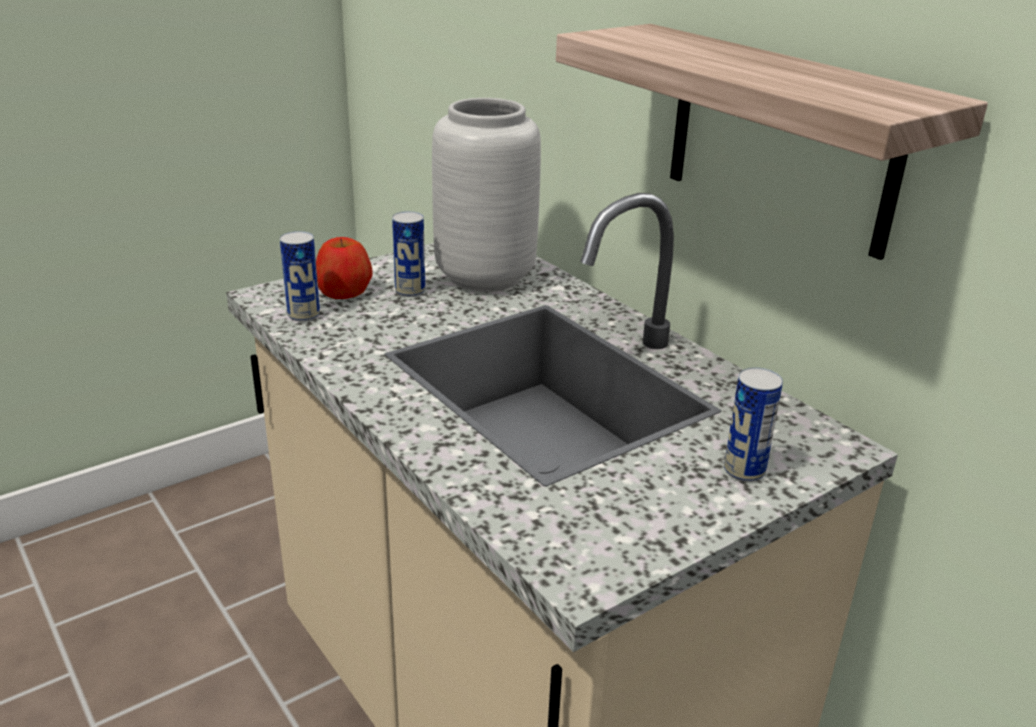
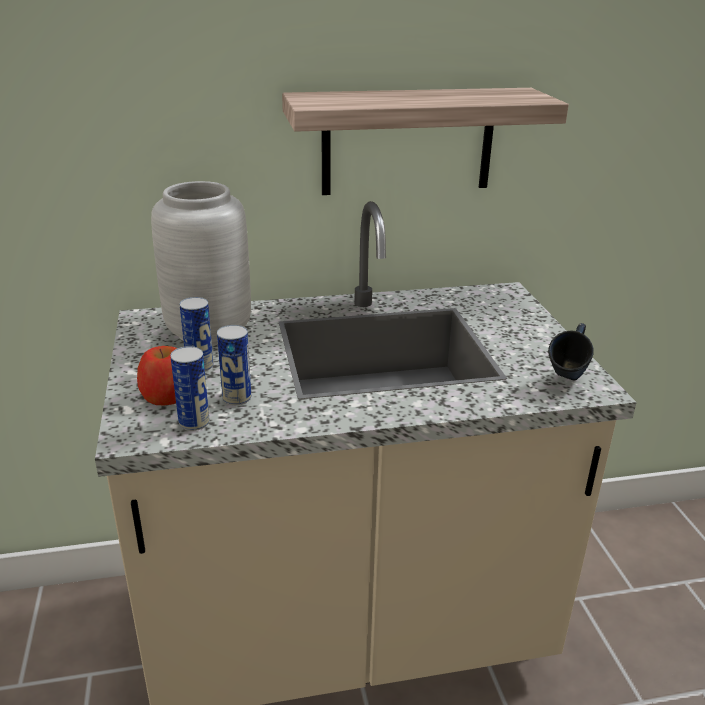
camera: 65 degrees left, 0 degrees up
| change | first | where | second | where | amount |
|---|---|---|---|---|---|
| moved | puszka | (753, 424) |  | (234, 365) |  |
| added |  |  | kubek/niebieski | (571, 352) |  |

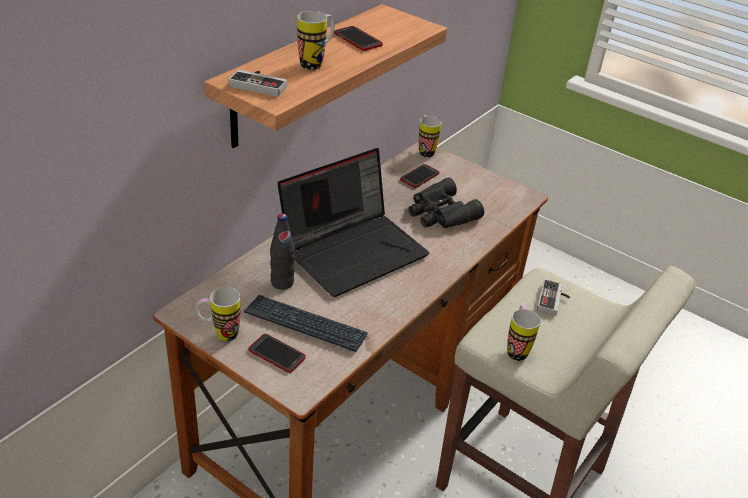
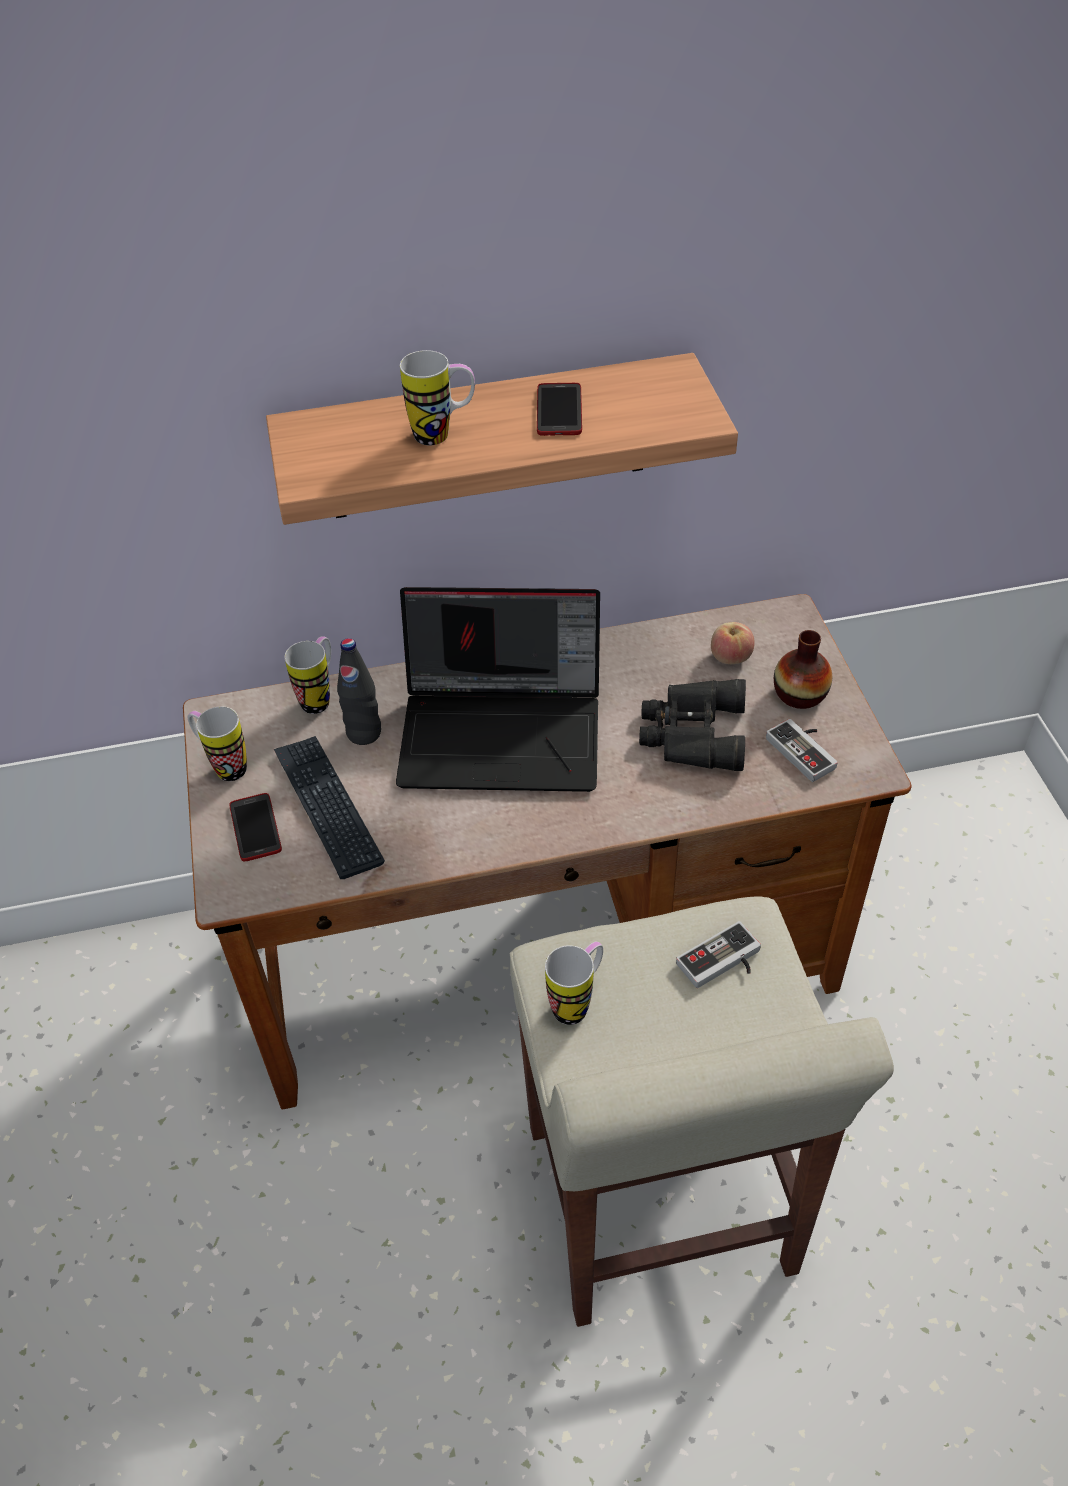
camera: 45 degrees right, 10 degrees up
| change | first | where | second | where | amount |
|---|---|---|---|---|---|
| moved | kubek | (430, 136) |  | (307, 675) |  |
| replaced | telefon | (420, 176) | jabłko | (733, 643) |  |
| moved | pad do gier | (258, 83) |  | (802, 750) |  |
| added |  |  | wazon | (803, 669) |  |

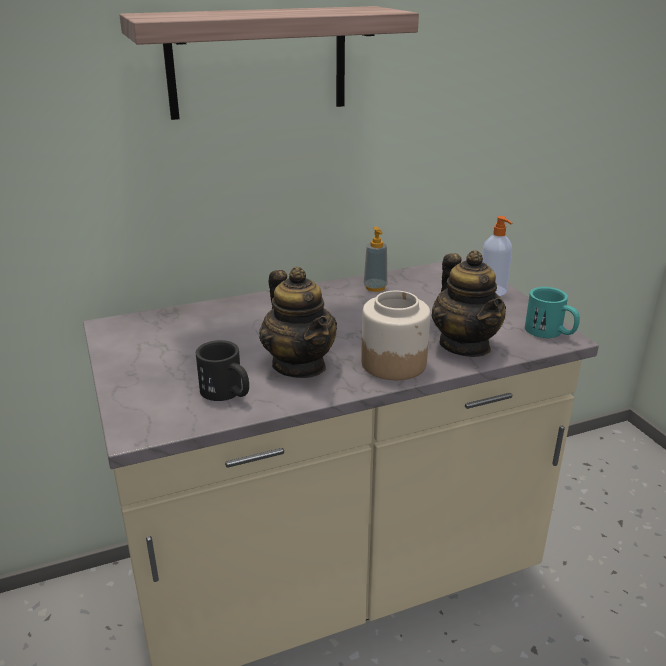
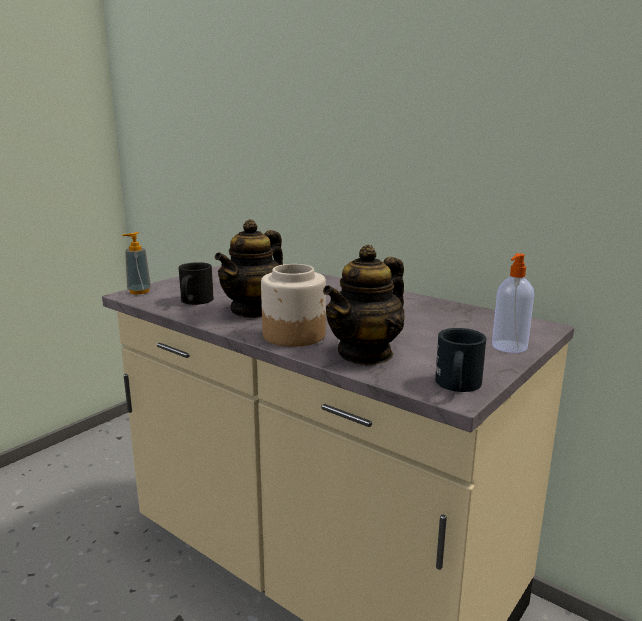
camera: 60 degrees right, 10 degrees down
| change | first | where | second | where | amount |
|---|---|---|---|---|---|
| moved | dozownik mydła | (376, 259) |  | (136, 263) |  |
| recoloured | kubek/turkusowy | (552, 312) | kubek/czarny | (461, 360) |  |
| removed | półka | (269, 63) |  |  |  |

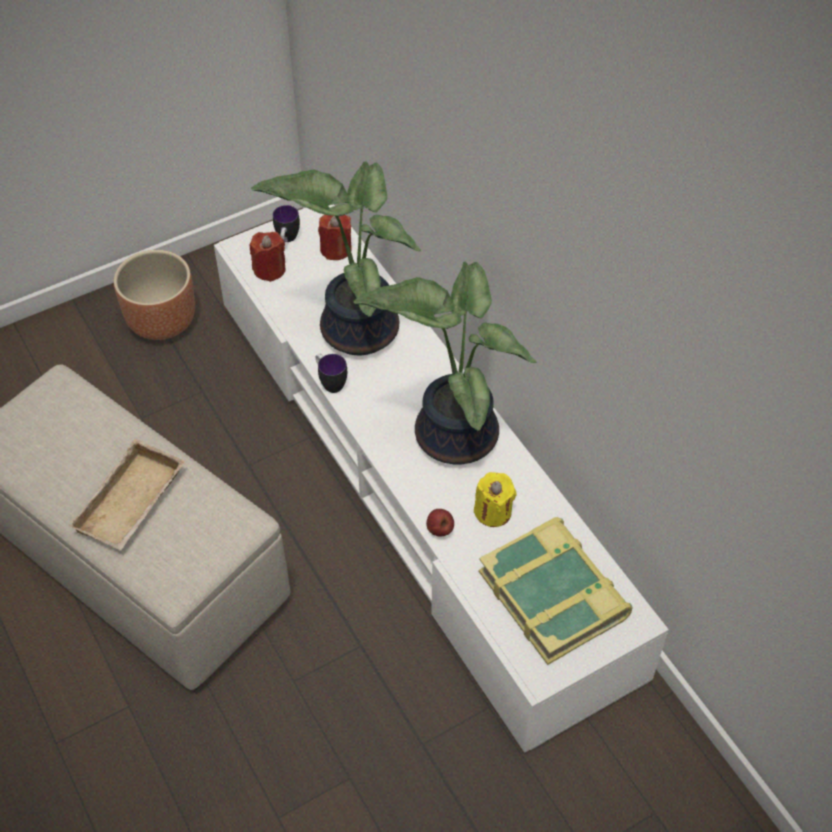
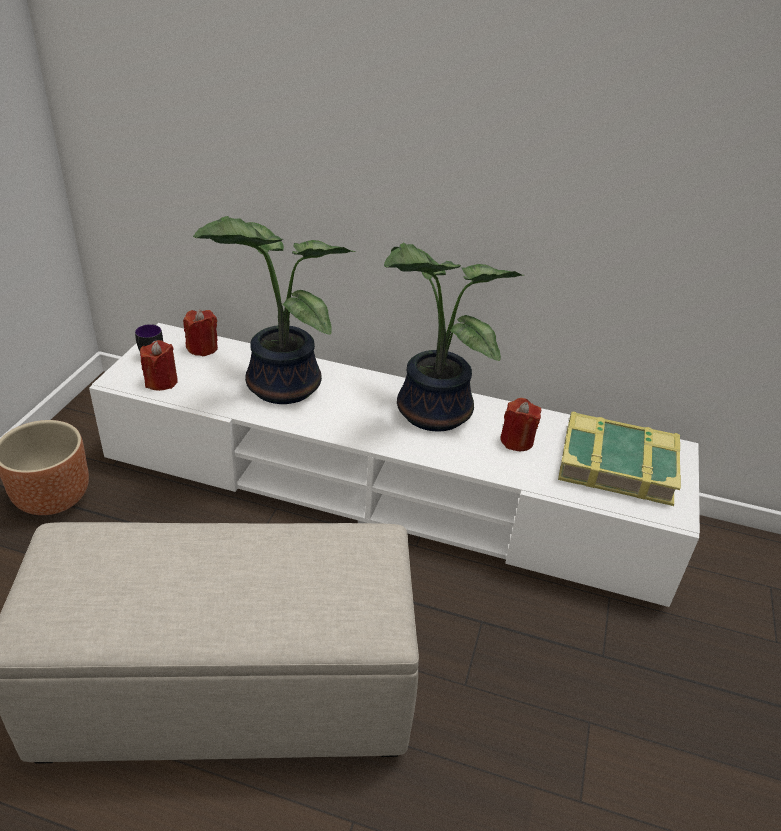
camera: 45 degrees left, 15 degrees down
| change | first | where | second | where | amount |
|---|---|---|---|---|---|
| recoloured | świeca/żółty | (495, 499) | świeca/czerwony | (520, 424) |  |
| removed | taca/beżowy | (127, 494) |  |  |  |
| removed | kubek | (331, 373) |  |  |  |
| removed | jabłko | (440, 522) |  |  |  |

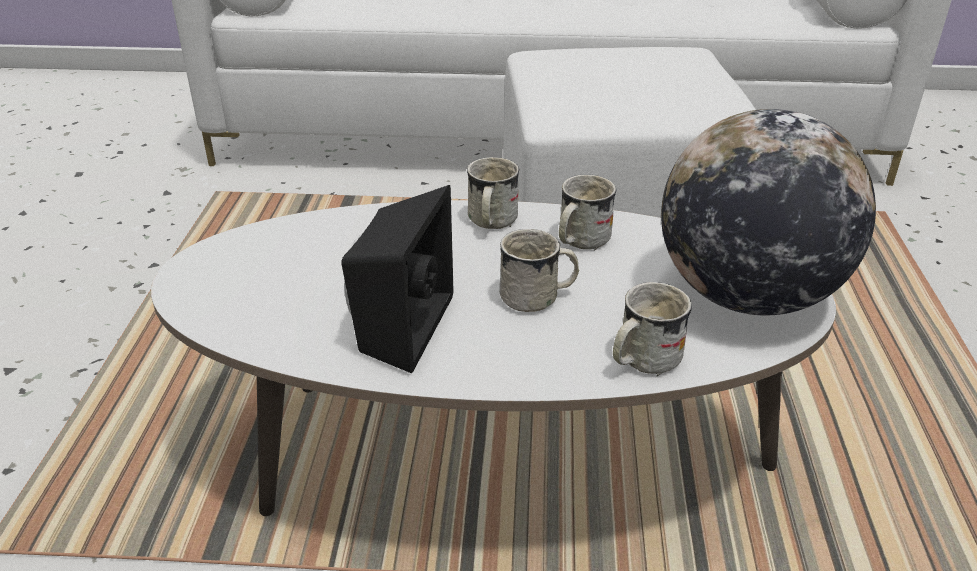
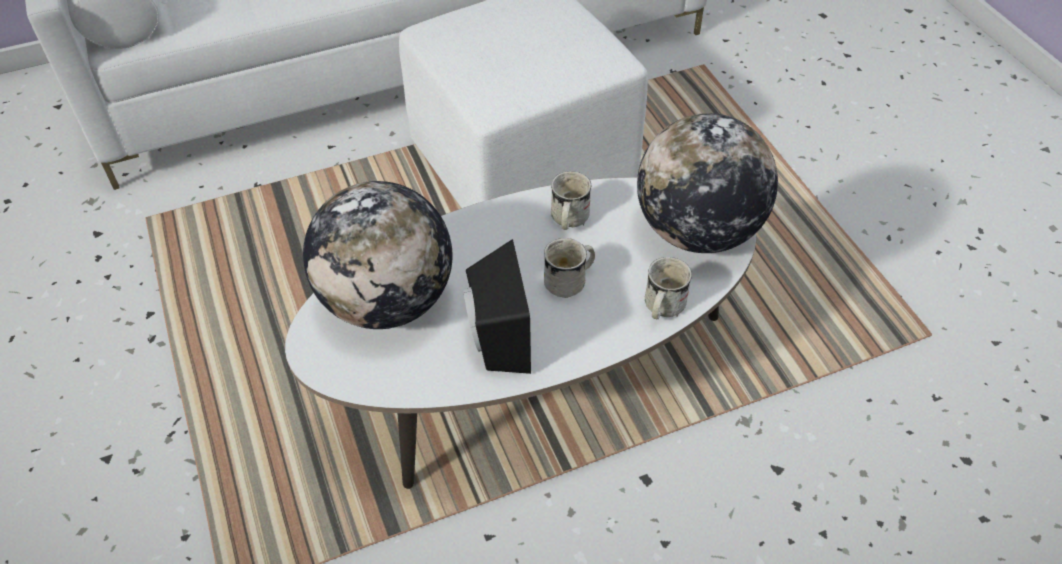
camera: 25 degrees left, 15 degrees up
| change | first | where | second | where | amount |
|---|---|---|---|---|---|
| added |  |  | globus | (378, 255) |  |
| removed | kubek/biały | (493, 193) |  |  |  |

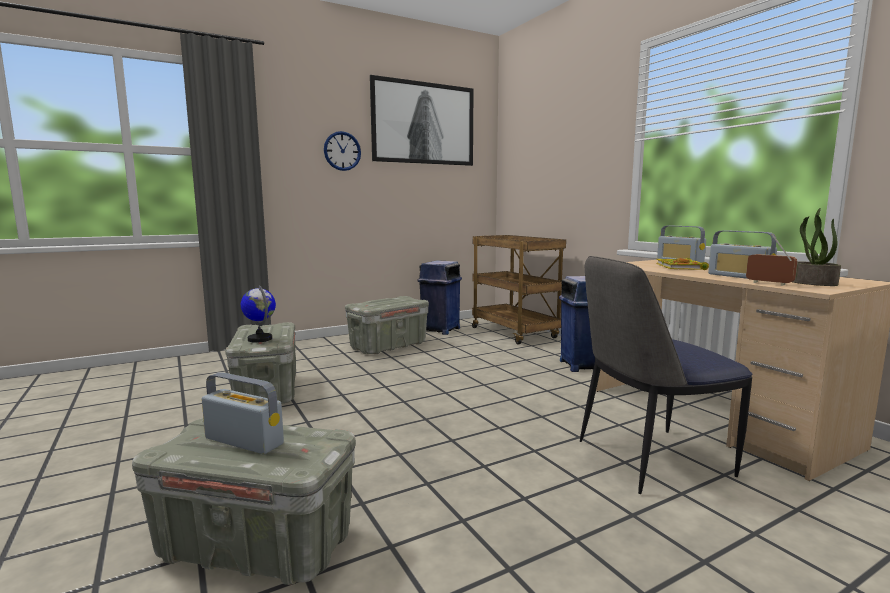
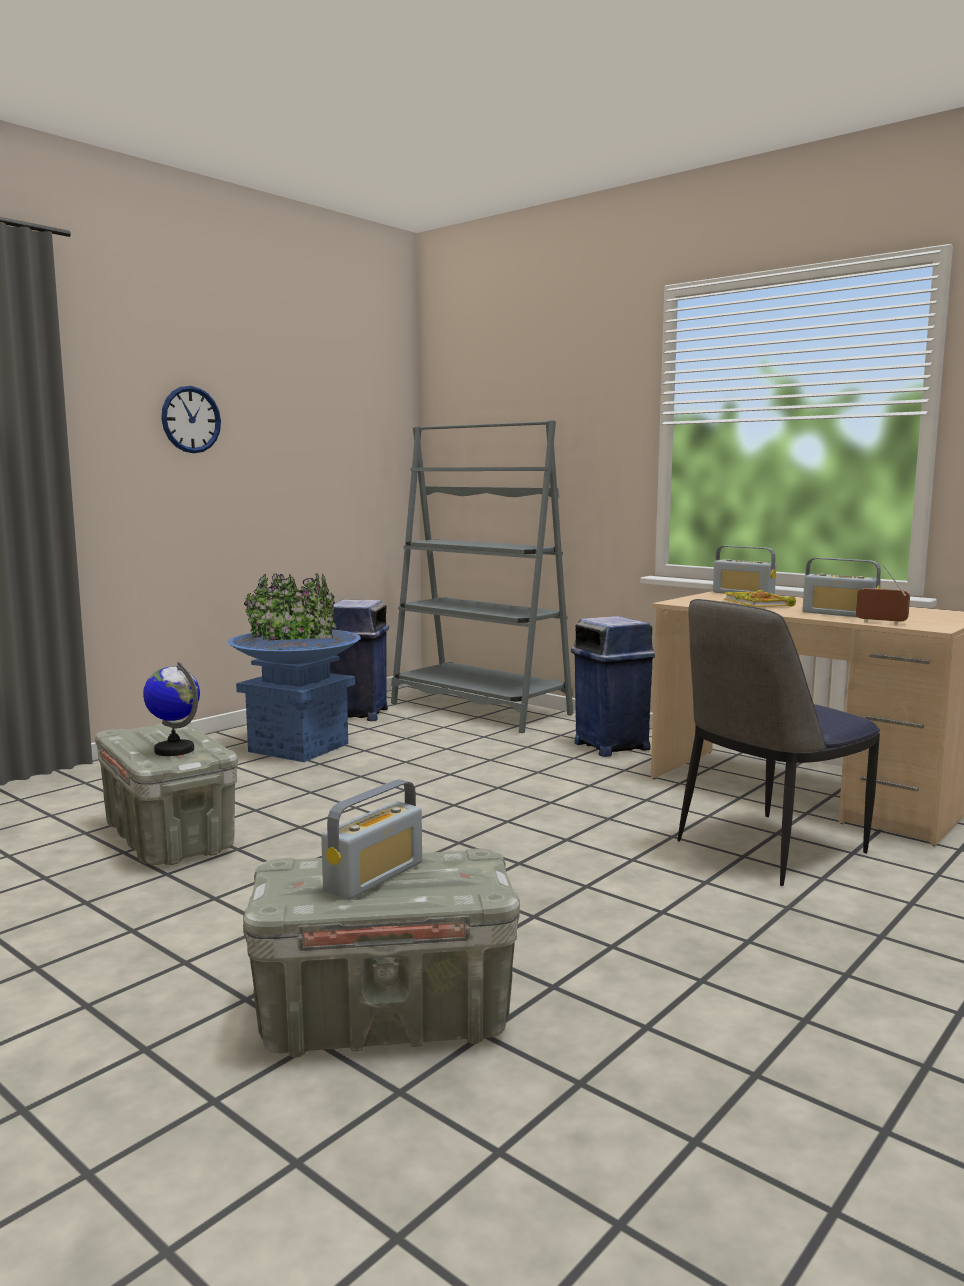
camera: 20 degrees left, 0 degrees up
| change | first | where | second | where | amount |
|---|---|---|---|---|---|
| replaced | pojemnik do przechowywania/szary | (387, 325) | donica/niebieski | (294, 667) |  |
| turned | radio | (243, 413) |  | (371, 839) | 120 degrees clockwise |
| replaced | wózek/brązowy | (519, 289) | regał/szary | (482, 576) |  |
| removed | obraz | (421, 120) |  |  |  |
| removed | roślina doniczkowa | (817, 247) |  |  |  |

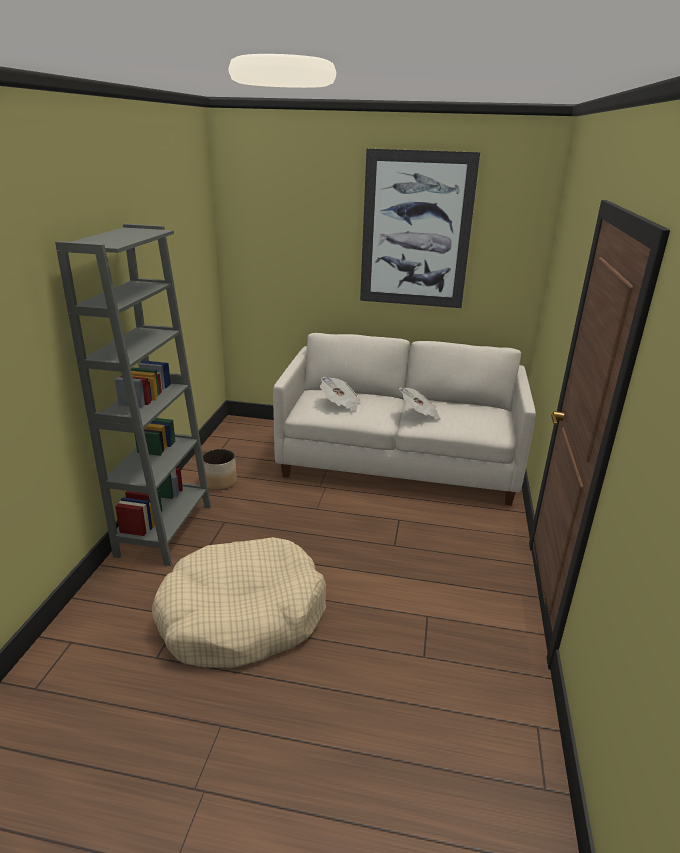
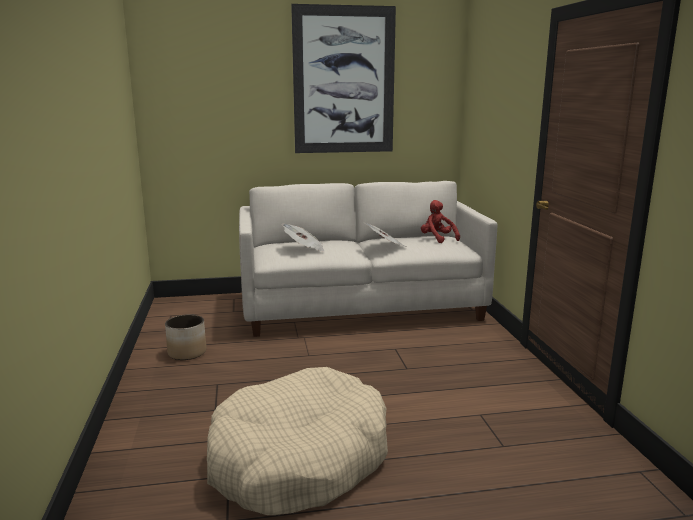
camera: 20 degrees left, 10 degrees down
| change | first | where | second | where | amount |
|---|---|---|---|---|---|
| added |  |  | pluszak/czerwony | (440, 221) |  |
| removed | regał/szary | (133, 395) |  |  |  |

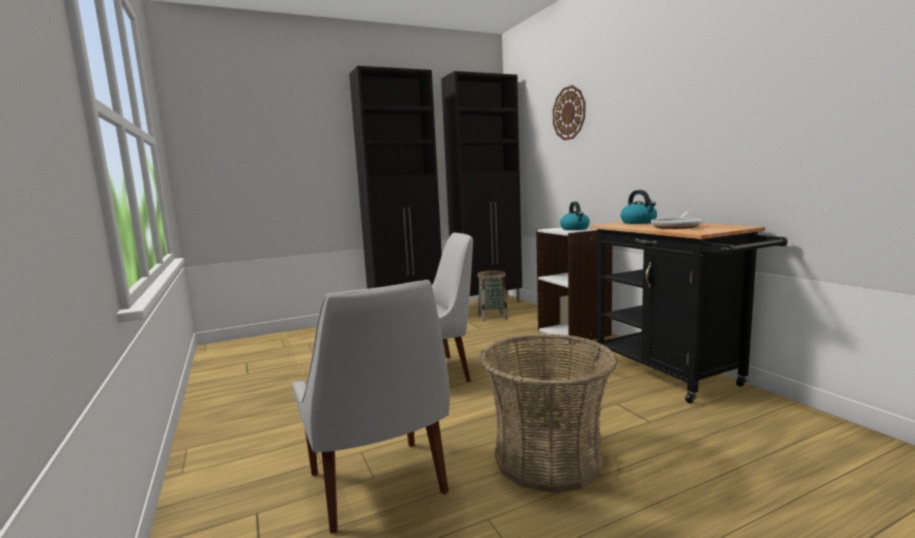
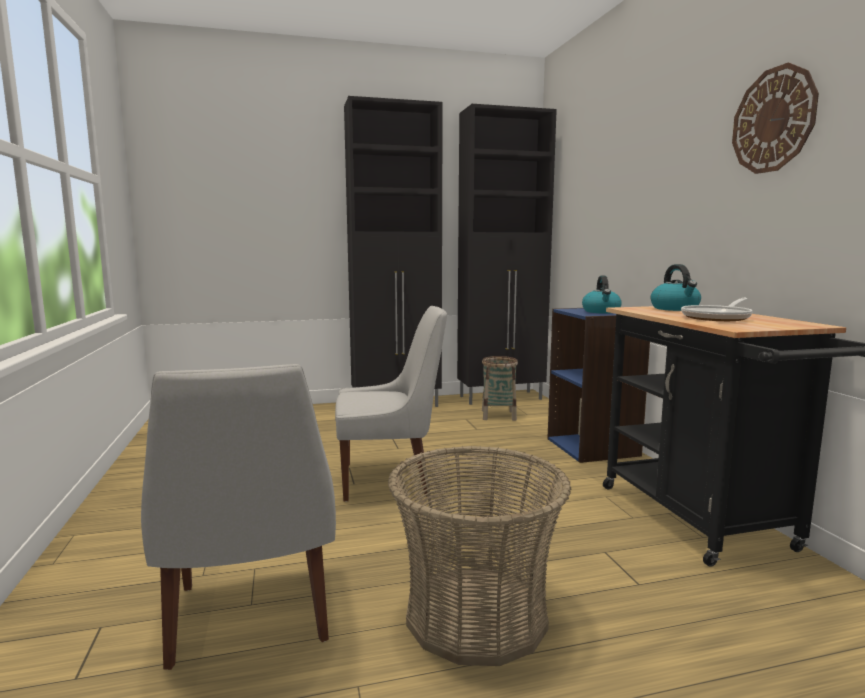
camera: 10 degrees right, 0 degrees up
| change | first | where | second | where | amount |
|---|---|---|---|---|---|
| recoloured | regał/biały | (574, 285) | regał/niebieski | (598, 385) |  |
| moved | zegar ścienny | (569, 112) |  | (775, 118) |  |

